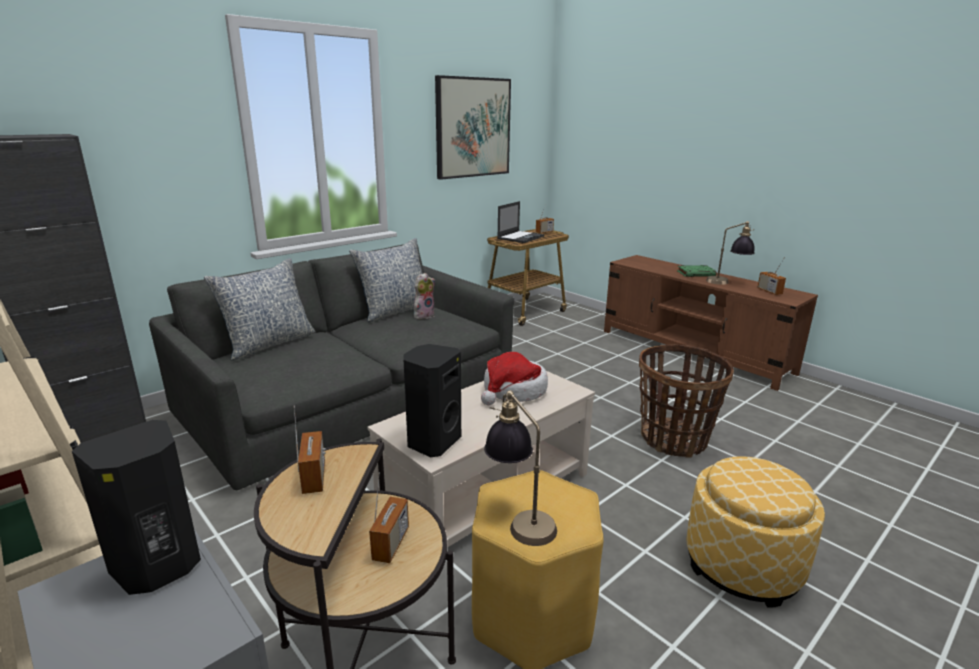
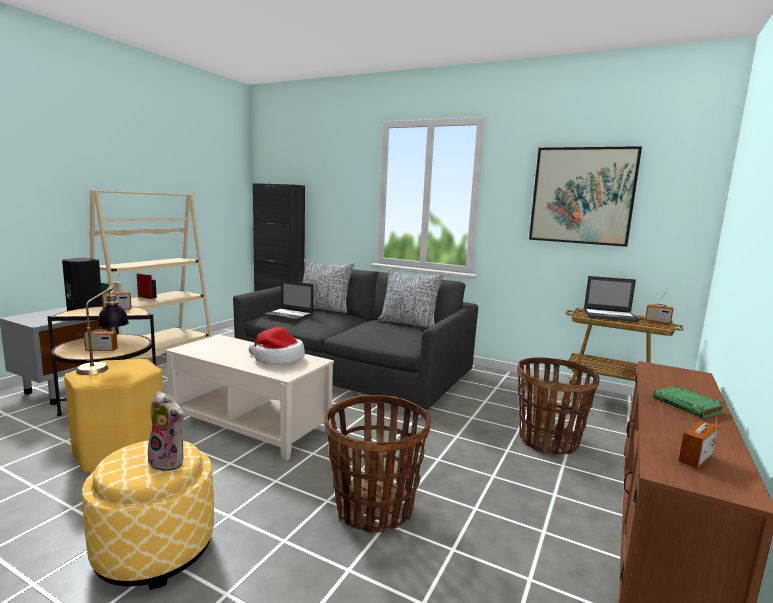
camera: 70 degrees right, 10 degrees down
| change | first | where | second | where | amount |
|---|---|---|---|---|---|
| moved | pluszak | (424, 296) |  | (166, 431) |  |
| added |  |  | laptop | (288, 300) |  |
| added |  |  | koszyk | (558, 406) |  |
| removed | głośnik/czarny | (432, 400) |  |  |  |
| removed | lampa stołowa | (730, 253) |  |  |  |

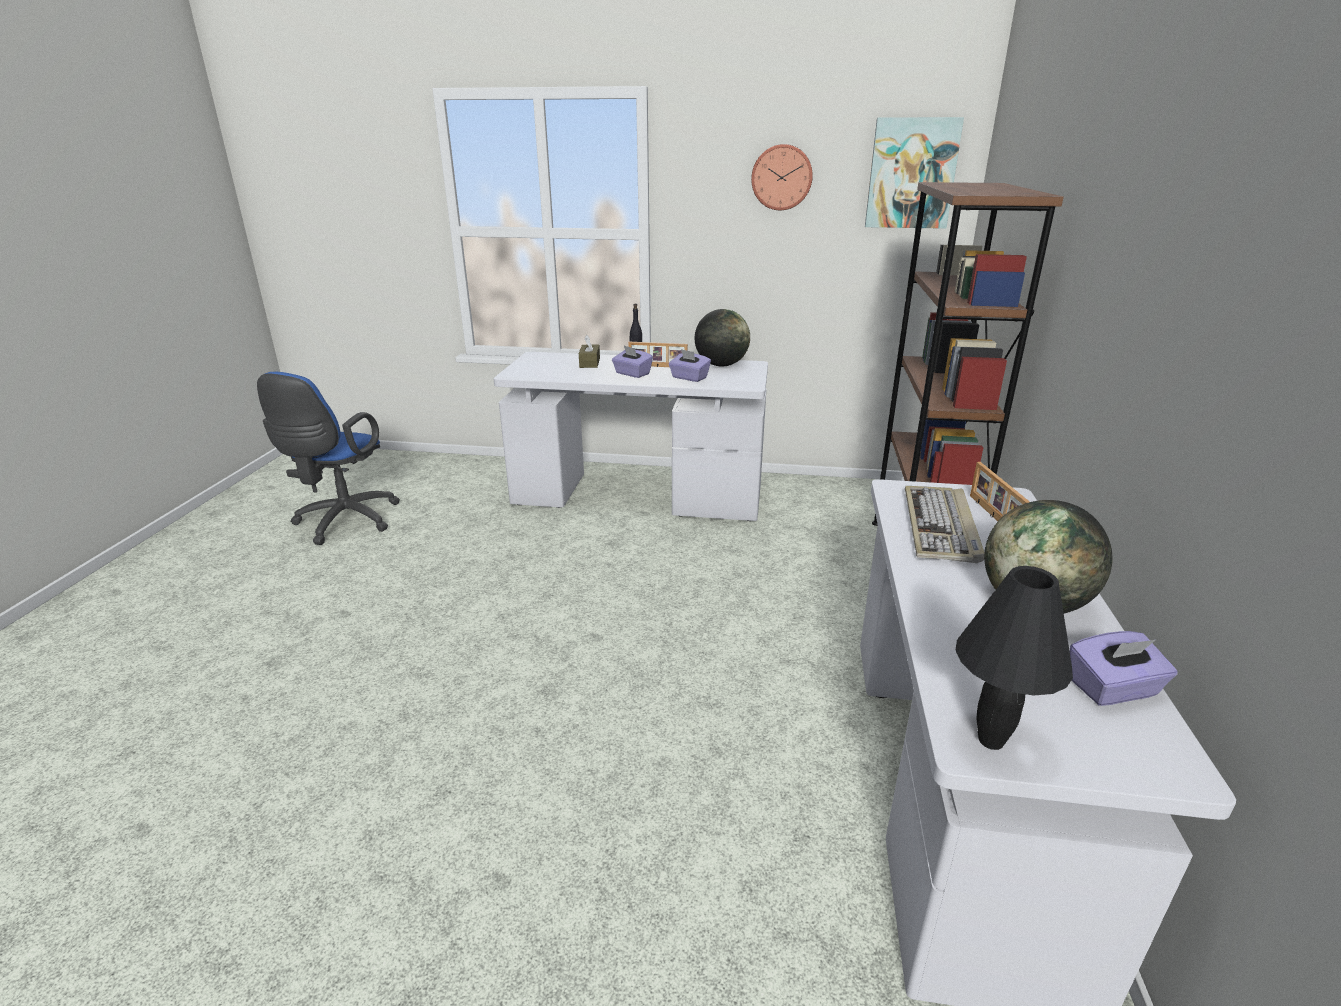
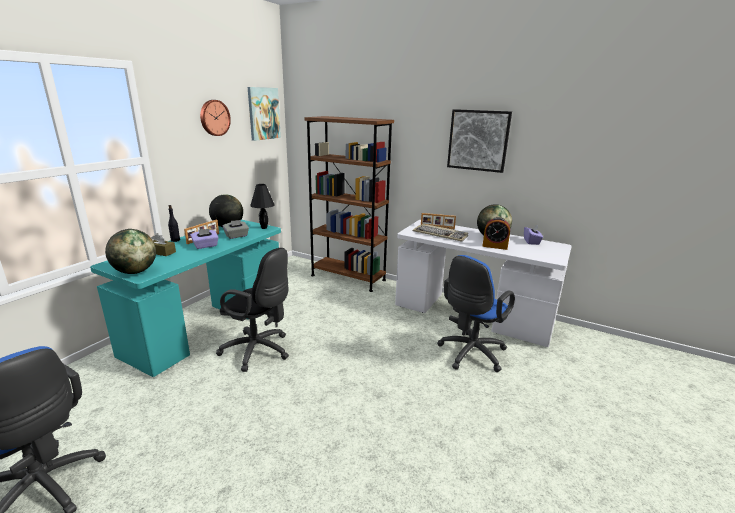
camera: 70 degrees left, 5 degrees down
| change | first | where | second | where | amount |
|---|---|---|---|---|---|
| recoloured | biurko/biały | (631, 436) | biurko/turkusowy | (185, 298) |  |
| added |  |  | globus | (130, 251) |  |
| added |  |  | krzesło biurowe/czarny | (252, 310) |  |
| recoloured | pudełko chusteczek/fioletowy | (690, 365) | pudełko chusteczek/szary | (236, 229) |  |
| moved | lampa stołowa/czarny | (1014, 658) |  | (262, 206) |  |
| added |  |  | krzesło biurowe/niebieski | (476, 313) |  |
| added |  |  | obraz | (479, 141) |  |
| added |  |  | budzik | (496, 233) |  |

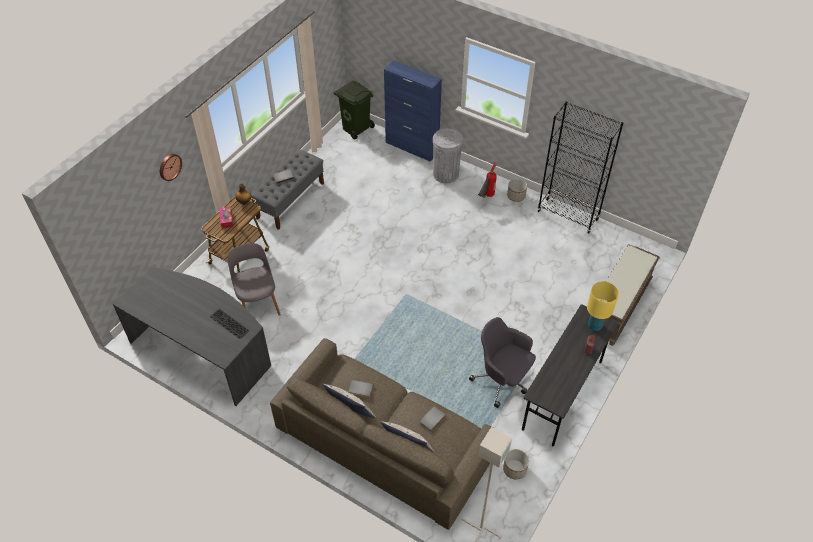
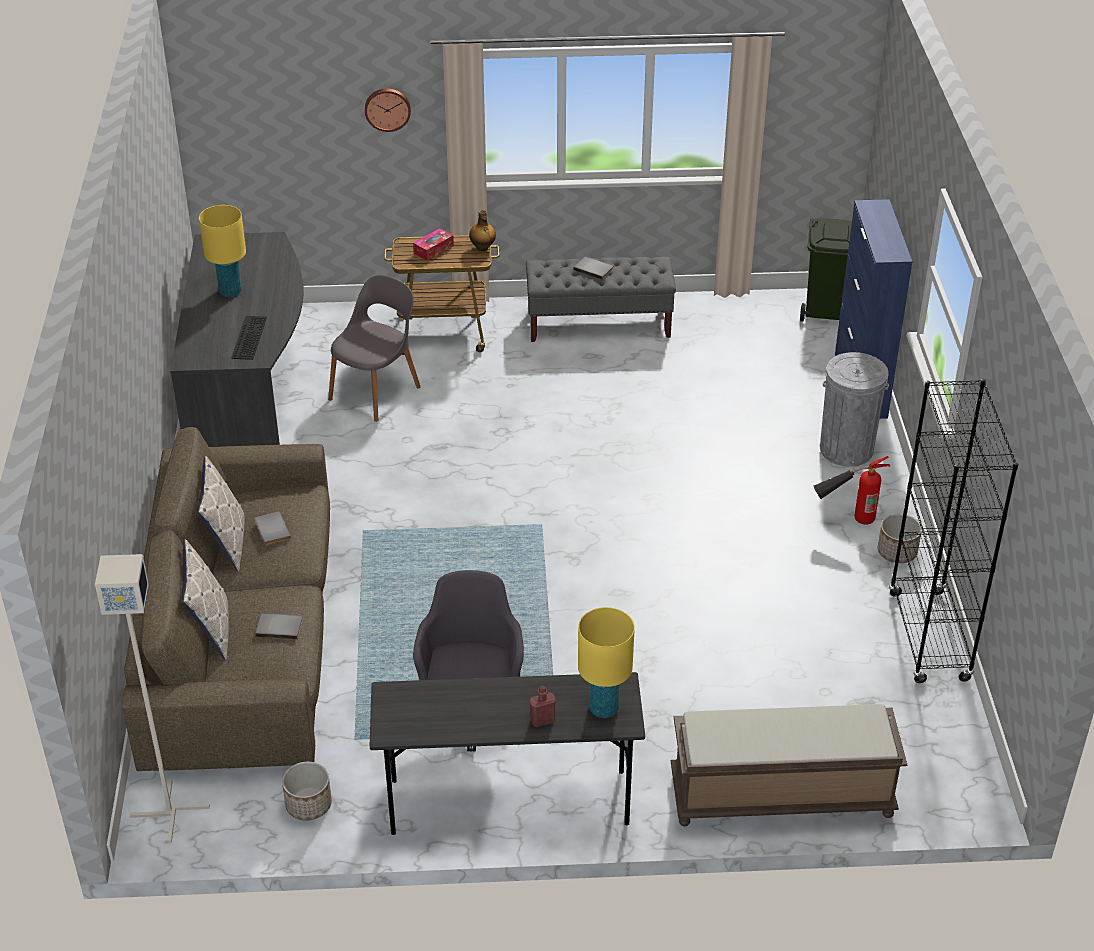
camera: 55 degrees right, 10 degrees down
| change | first | where | second | where | amount |
|---|---|---|---|---|---|
| added |  |  | lampa stołowa/żółty | (222, 251) |  |

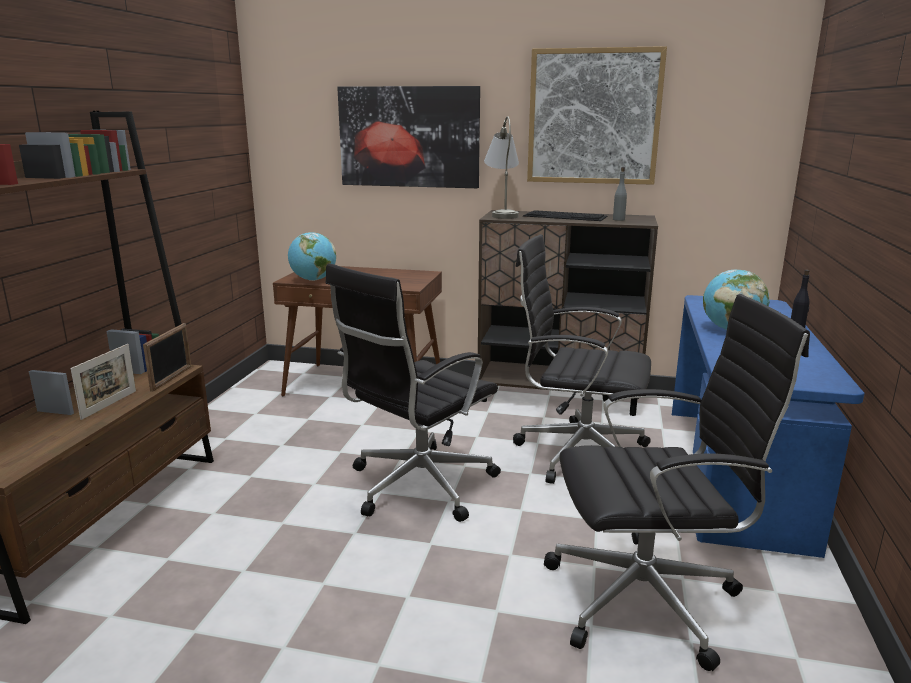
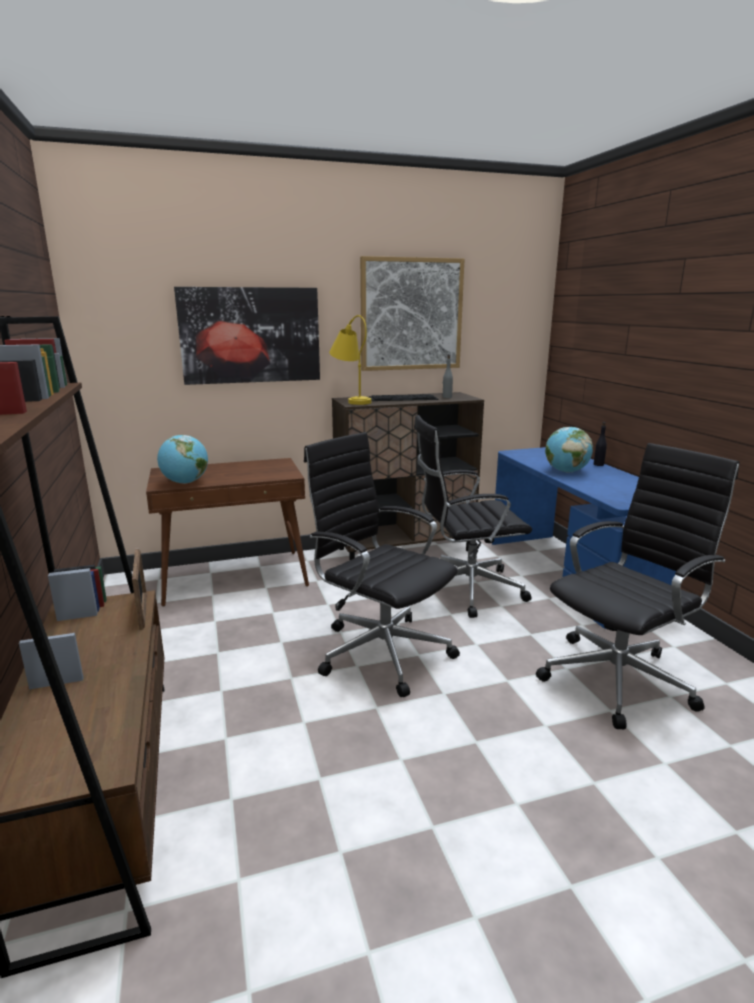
camera: 30 degrees left, 0 degrees up
| change | first | where | second | where | amount |
|---|---|---|---|---|---|
| turned | krzesło biurowe/czarny | (413, 392) |  | (382, 564) | 120 degrees clockwise |
| recoloured | lampa stołowa/szary | (501, 167) | lampa stołowa/żółty | (350, 360) |  |
| removed | ramka na zdjęcie | (103, 382) |  |  |  |

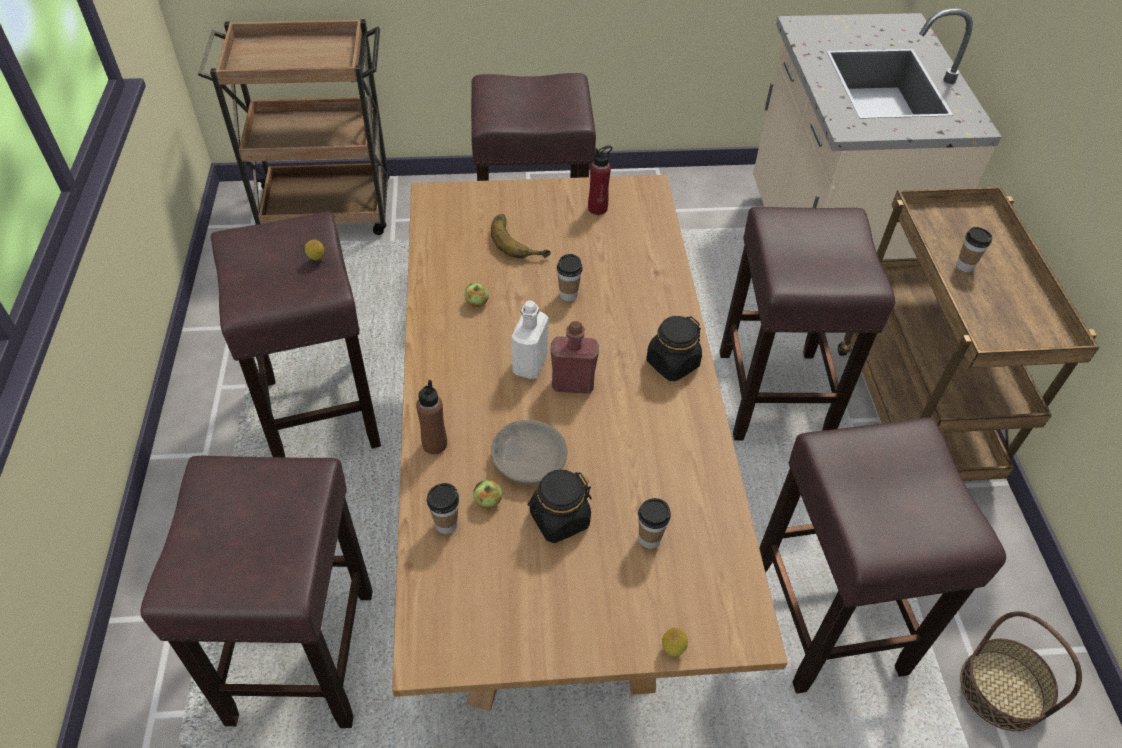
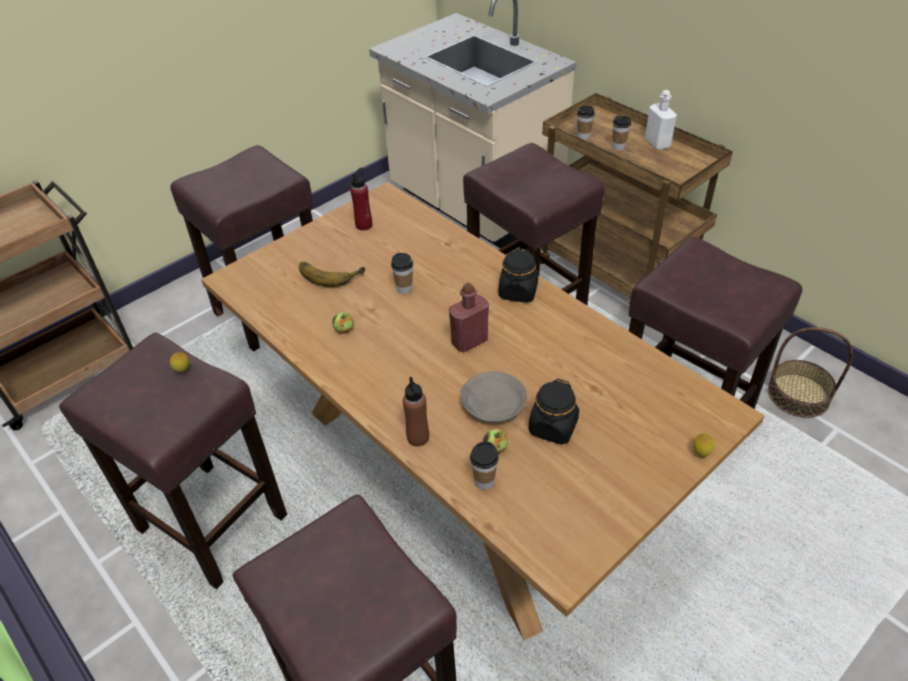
camera: 35 degrees left, 5 degrees down
| change | first | where | second | where | amount |
|---|---|---|---|---|---|
| moved | filiżanka | (654, 523) |  | (586, 123) |  |
| moved | butelka/biały | (530, 339) |  | (661, 120) |  |

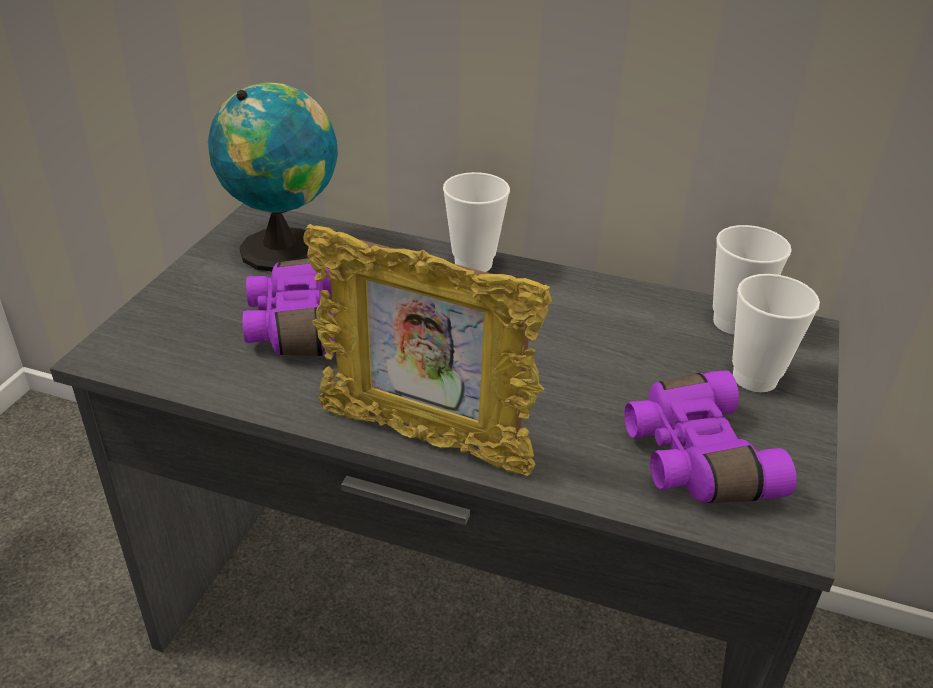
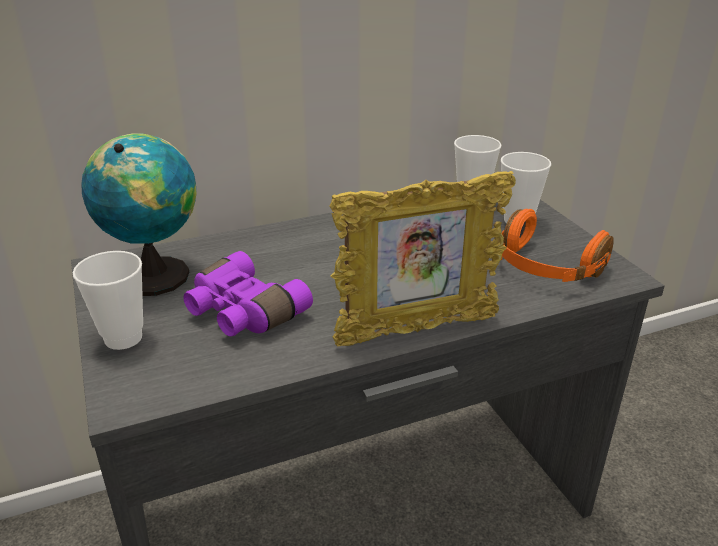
camera: 40 degrees left, 5 degrees down
| change | first | where | second | where | amount |
|---|---|---|---|---|---|
| moved | filiżanka | (476, 222) |  | (108, 300) |  |
| replaced | lornetka/fioletowy | (710, 436) | słuchawki/pomarańczowy | (557, 245) |  |

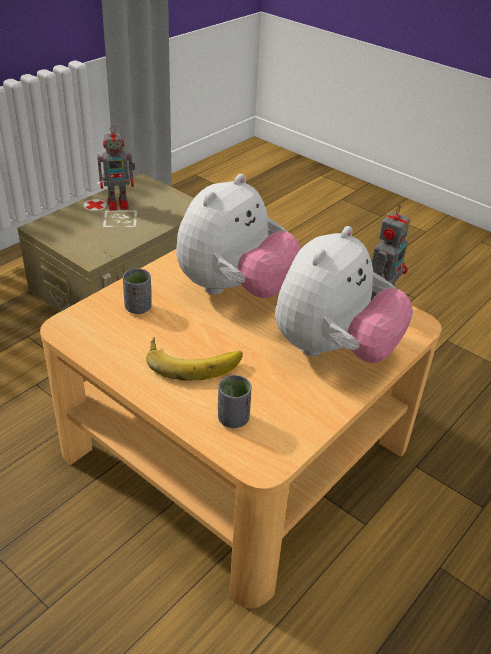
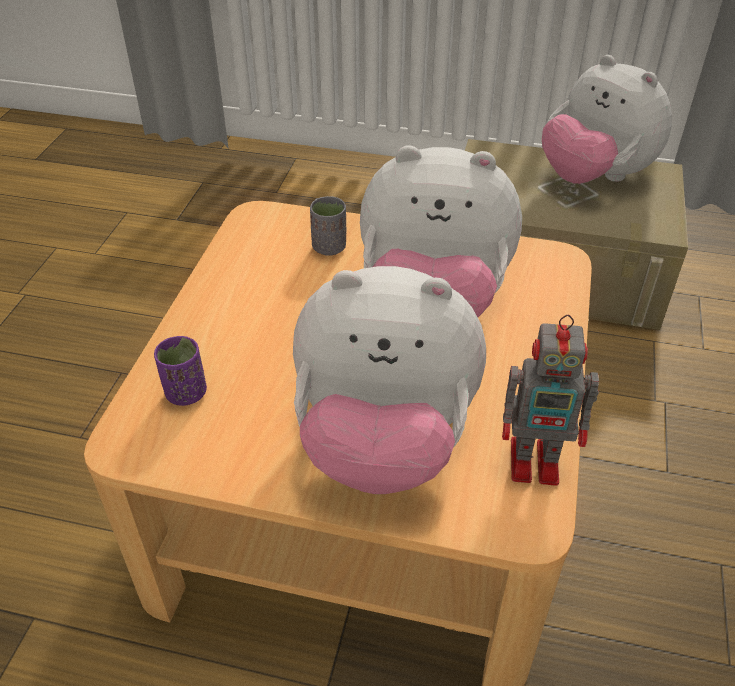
camera: 65 degrees right, 5 degrees up
| change | first | where | second | where | amount |
|---|---|---|---|---|---|
| recoloured | filiżanka/szary | (235, 401) | filiżanka/fioletowy | (180, 371) |  |
| replaced | robot zabawkowy | (116, 168) | pluszak | (607, 119) |  |
| removed | banan | (194, 359) |  |  |  |

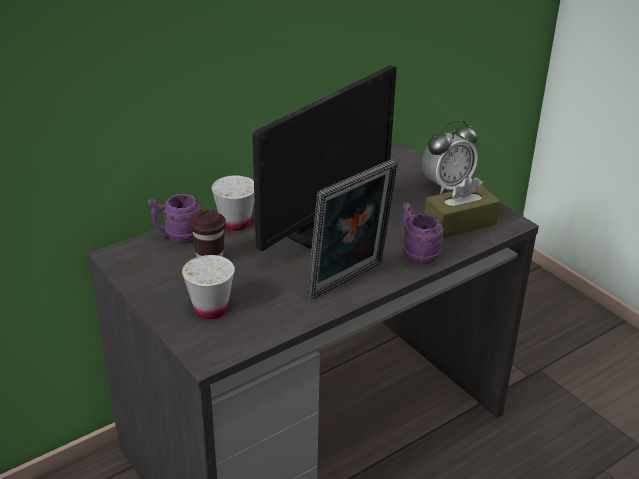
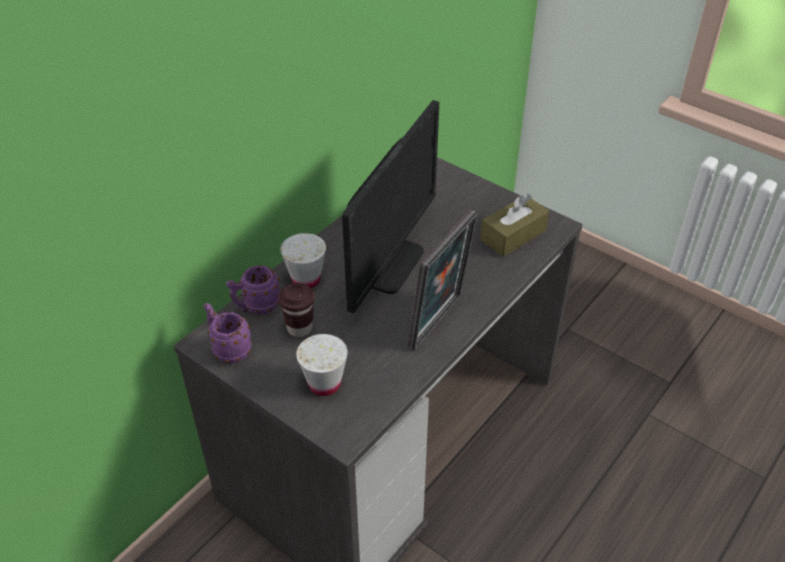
camera: 15 degrees left, 10 degrees up
| change | first | where | second | where | amount |
|---|---|---|---|---|---|
| moved | kubek/fioletowy | (423, 234) |  | (228, 333) |  |
| removed | budzik | (450, 157) |  |  |  |

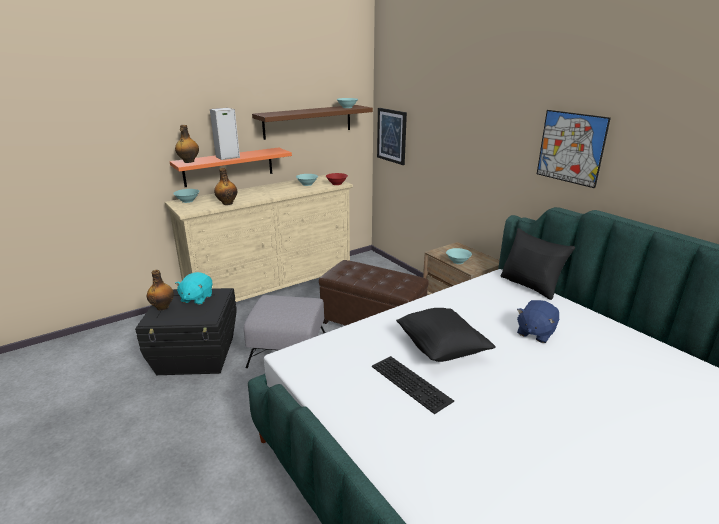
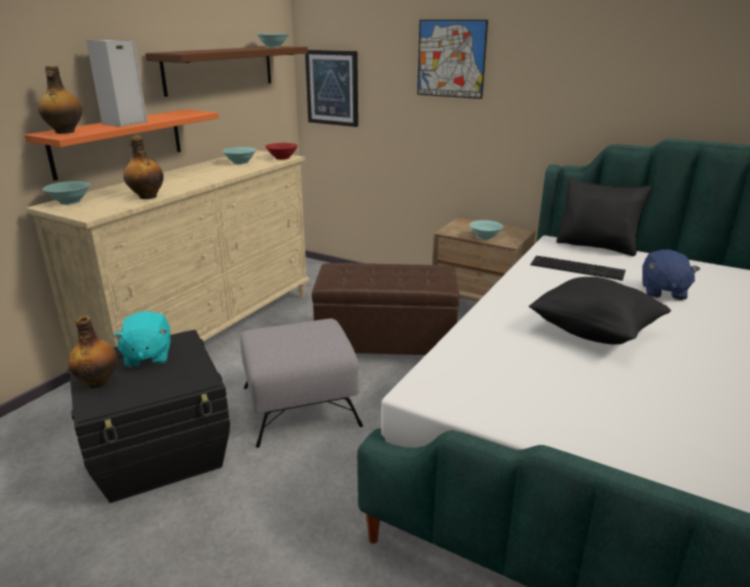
camera: 25 degrees left, 0 degrees up
| change | first | where | second | where | amount |
|---|---|---|---|---|---|
| moved | obraz | (574, 149) |  | (452, 59) |  |
| moved | klawiatura | (413, 385) |  | (578, 268) |  |

